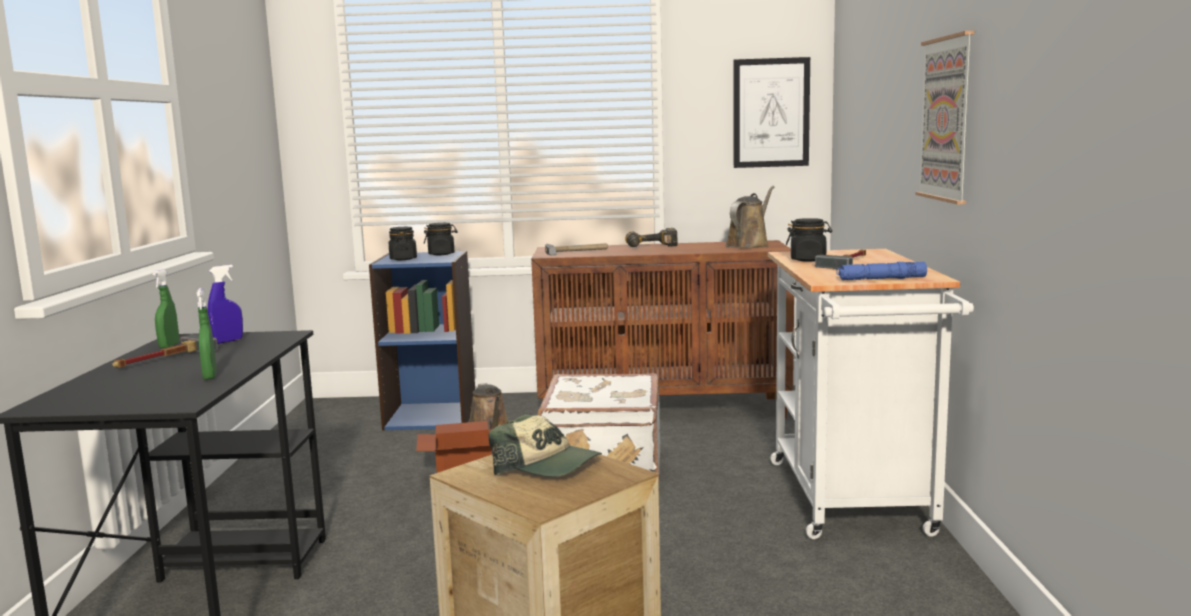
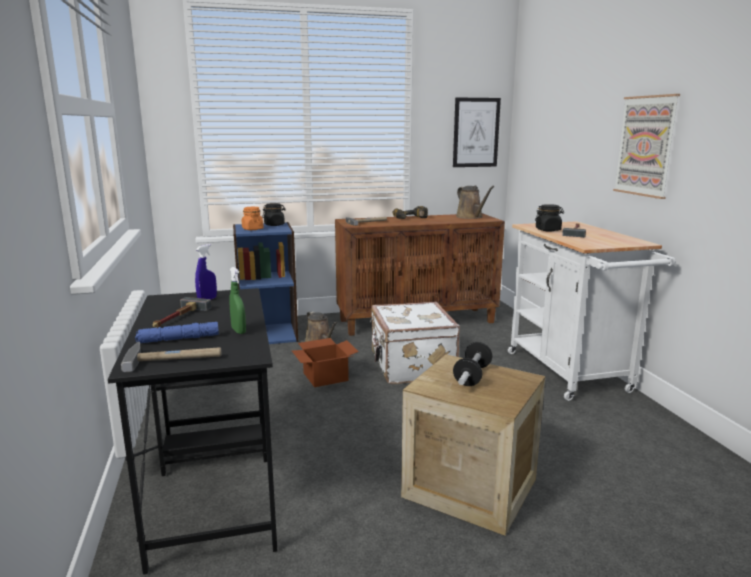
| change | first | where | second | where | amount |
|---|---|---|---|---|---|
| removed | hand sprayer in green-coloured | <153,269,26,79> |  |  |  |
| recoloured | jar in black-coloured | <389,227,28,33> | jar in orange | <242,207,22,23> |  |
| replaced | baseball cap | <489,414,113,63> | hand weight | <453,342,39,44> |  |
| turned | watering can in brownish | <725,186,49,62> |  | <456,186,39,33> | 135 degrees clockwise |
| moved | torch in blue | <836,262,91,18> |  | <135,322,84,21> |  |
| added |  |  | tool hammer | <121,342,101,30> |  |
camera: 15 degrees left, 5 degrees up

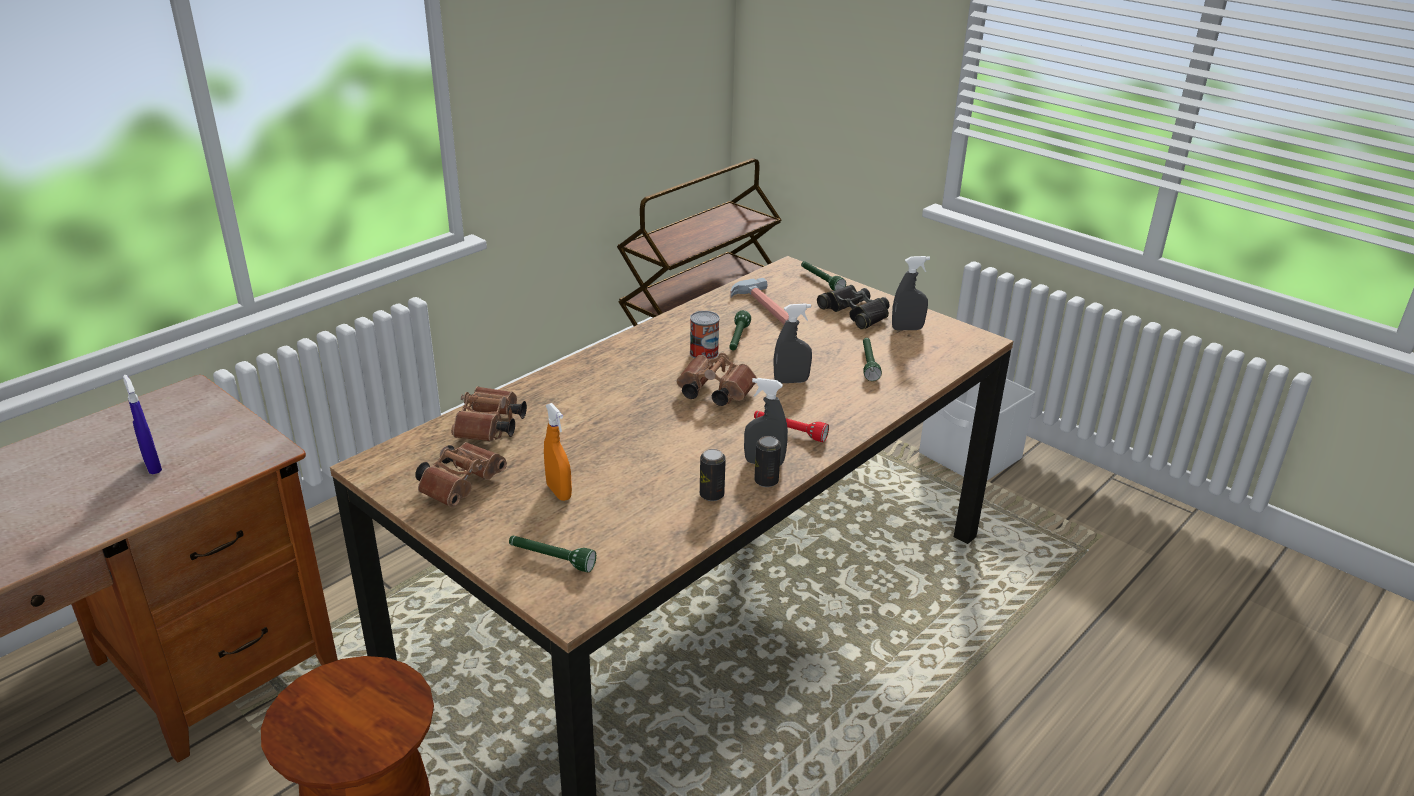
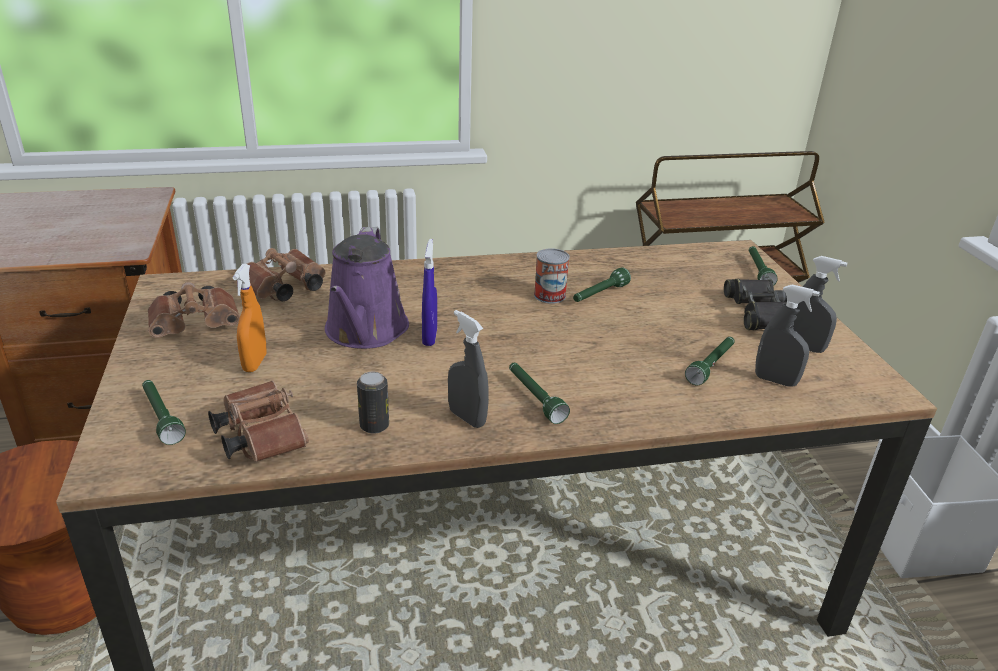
| change | first | where | second | where | amount |
|---|---|---|---|---|---|
| moved | hand sprayer in blue | <123,375,39,99> |  | <422,239,15,107> |  |
| moved | pair of binoculars in brownish | <677,353,80,53> |  | <208,380,101,82> |  |
| removed | tool hammer | <730,278,59,46> |  |  |  |
| recoloured | torch in red | <754,411,75,31> | torch in green-coloured | <509,363,61,61> |  |
| removed | can | <754,436,27,51> |  |  |  |
| moved | hand sprayer in gray | <774,303,38,80> |  | <755,285,65,102> |  |
| added |  |  | watering can in purple | <325,227,84,122> |  |
camera: 35 degrees right, 0 degrees up

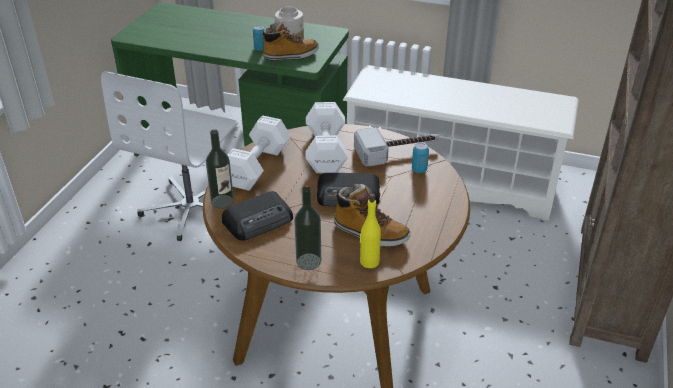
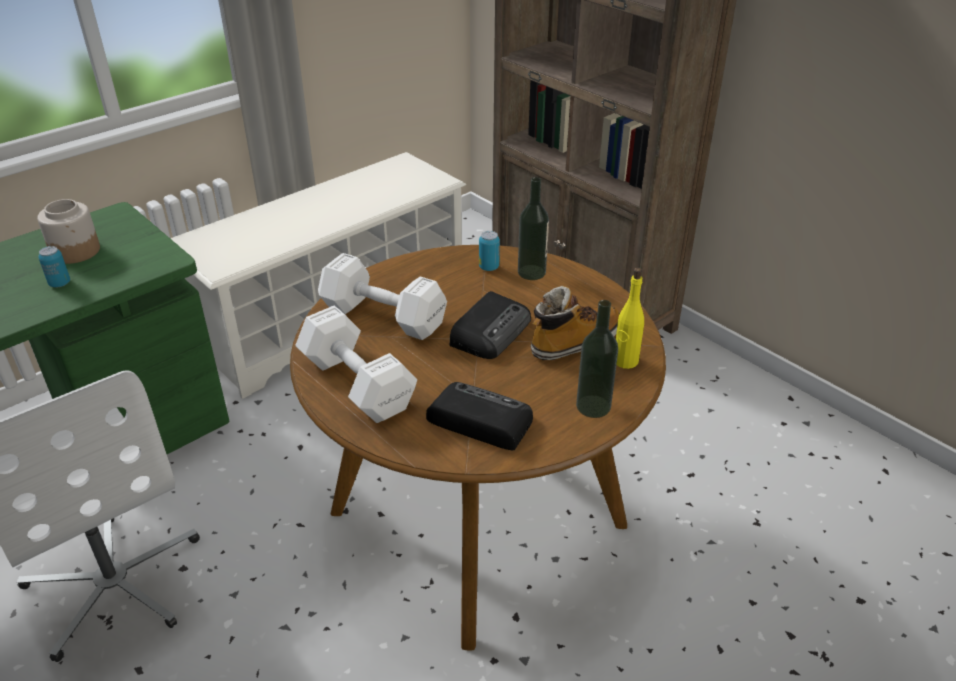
| change | first | where | second | where | amount |
|---|---|---|---|---|---|
| moved | bottle | <206,130,28,79> |  | <518,177,31,103> |  |
| turned | radio | <222,191,71,50> |  | <426,382,107,68> | 60 degrees counterclockwise |
| removed | tall boot | <261,21,58,40> |  |  |  |
| removed | tool hammer | <354,127,85,39> |  |  |  |
camera: 60 degrees left, 0 degrees up

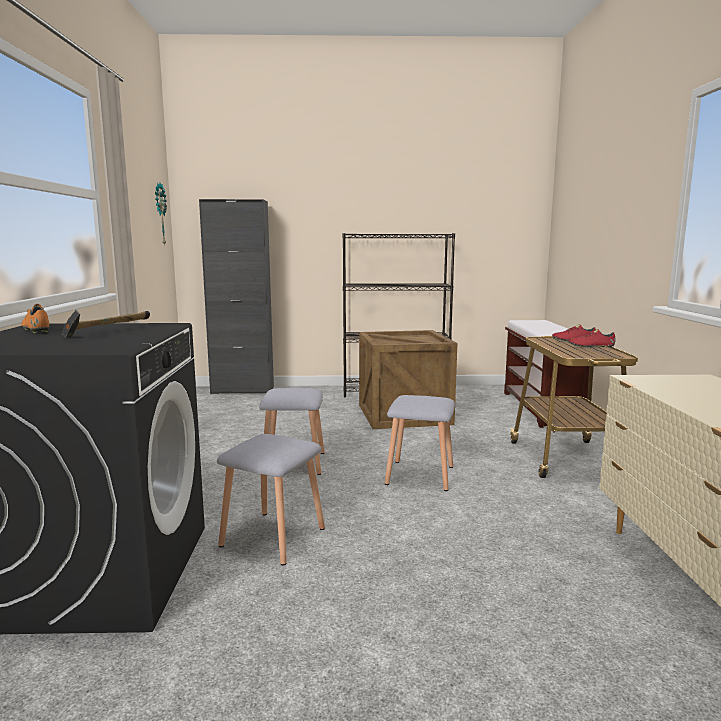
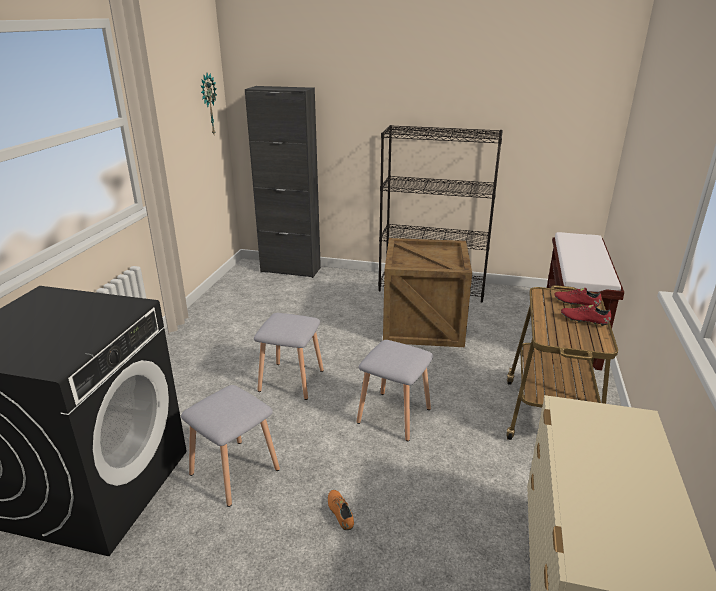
| change | first | where | second | where | amount |
|---|---|---|---|---|---|
| moved | item of footwear in orange | <21,304,28,29> |  | <328,490,26,40> |  |
| removed | tool hammer | <62,310,88,28> |  |  |  |
camera: 15 degrees right, 15 degrees up

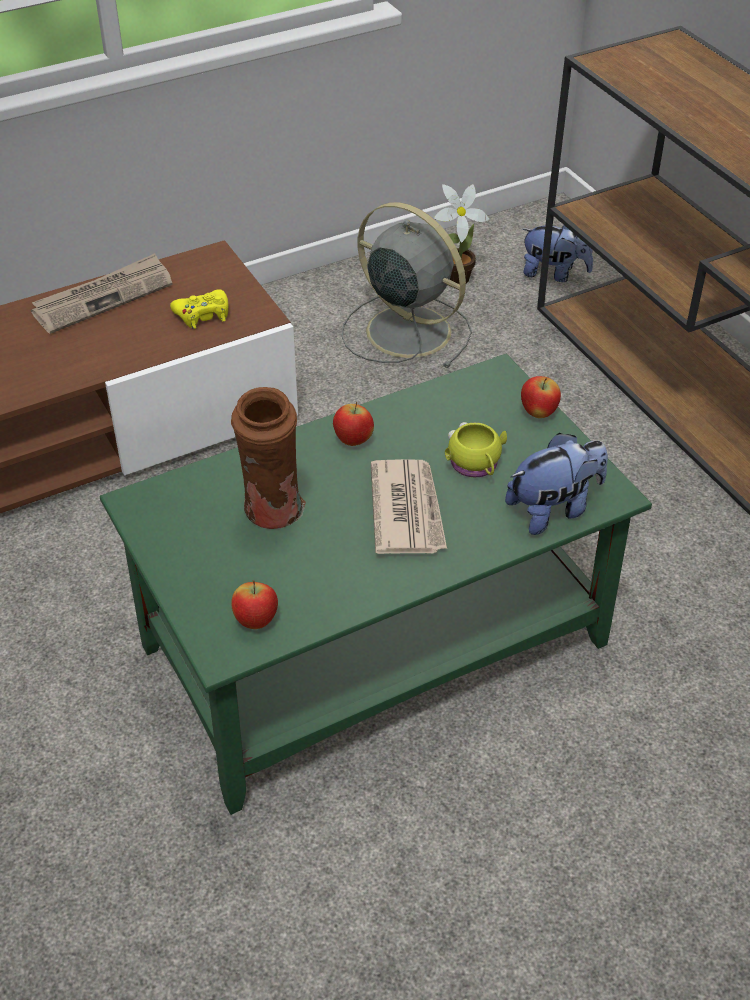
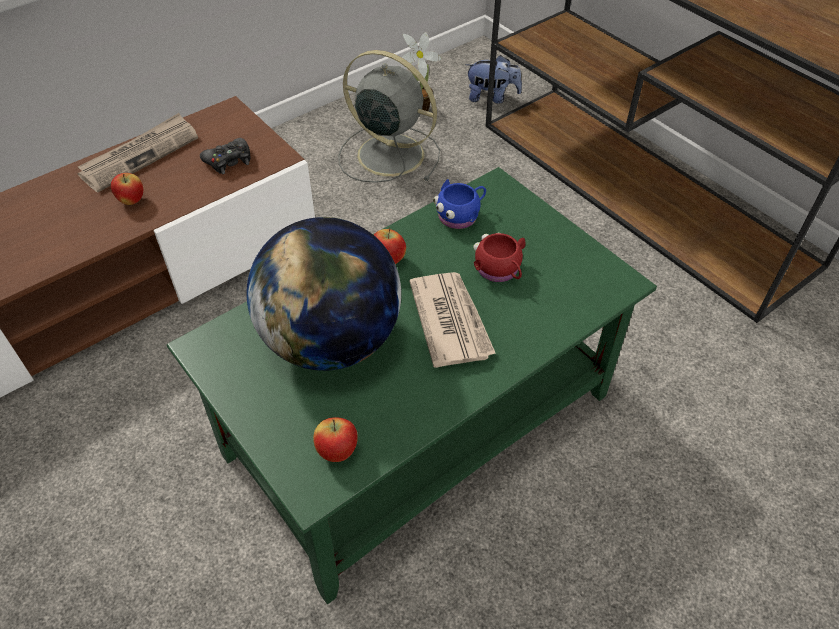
| change | first | where | second | where | amount |
|---|---|---|---|---|---|
| recoloured | gamepad in yellow-coloured | <170,289,58,40> | gamepad in black-coloured | <200,138,50,36> |  |
| replaced | flower vase in brownish | <231,387,75,142> | world globe | <247,217,154,154> |  |
| recoloured | tea mug in yellow-coloured | <445,422,62,55> | tea mug in red | <473,233,53,49> |  |
| removed | soft toy | <505,433,103,102> |  |  |  |
| moved | apple | <521,376,40,42> |  | <111,173,32,32> |  |
| added |  |  | tea mug in blue | <433,179,53,50> |  |
camera: 10 degrees left, 5 degrees up

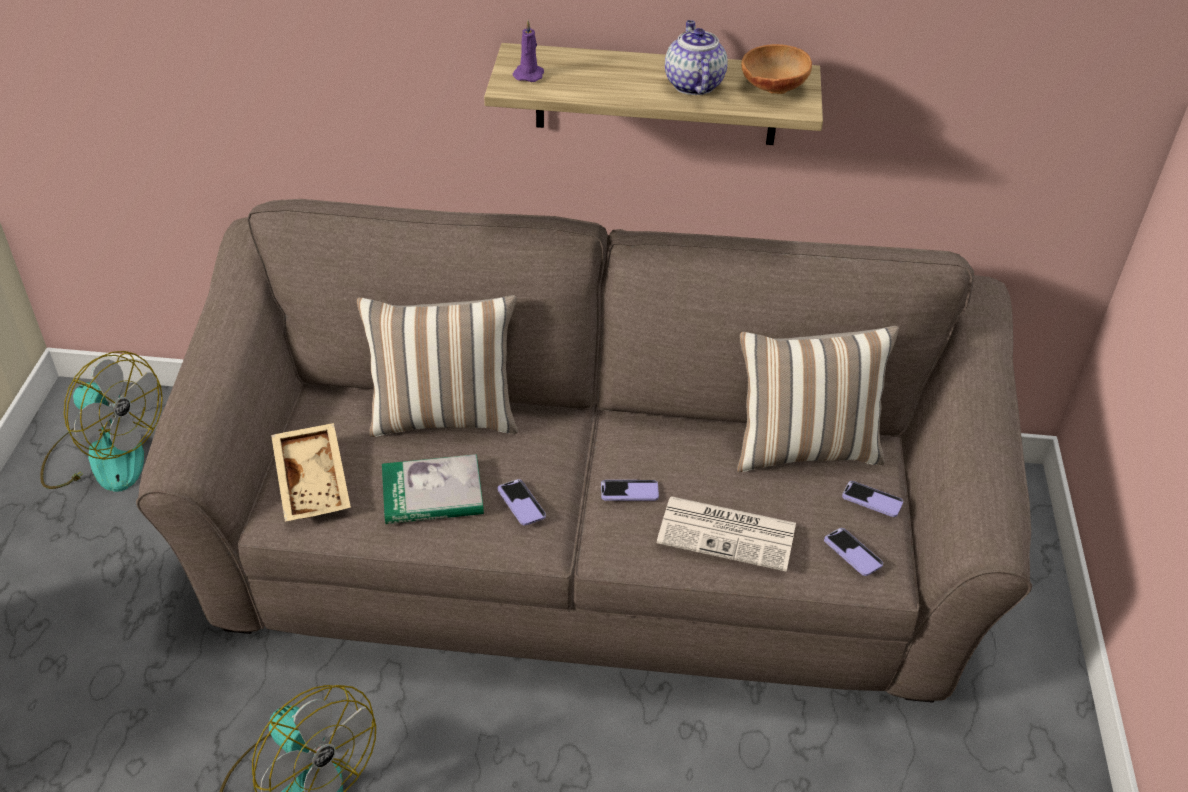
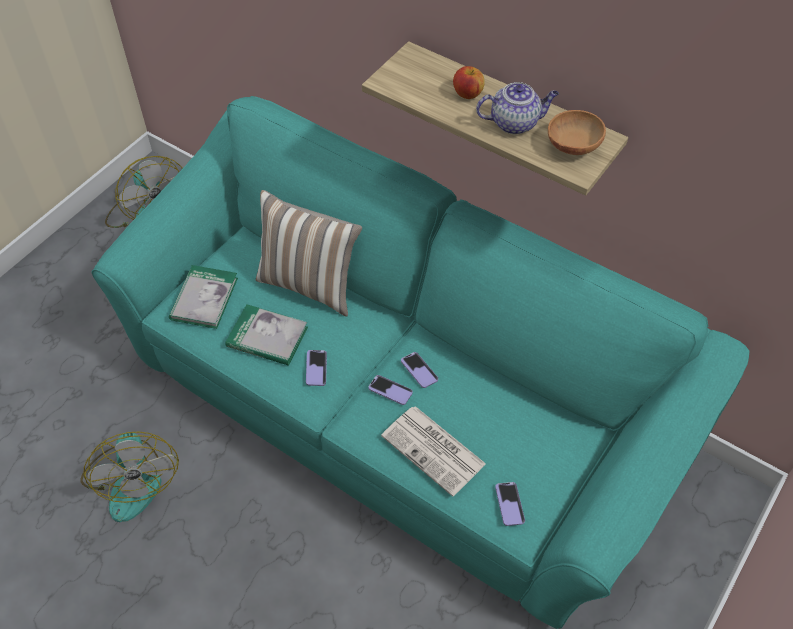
| change | first | where | second | where | amount |
|---|---|---|---|---|---|
| recoloured | settee in brownish | <136,199,896,504> | settee in blue-green | <92,96,657,533> |  |
| replaced | carrying tray in sand-coloured | <271,423,80,99> | book | <169,265,69,64> |  |
| removed | wax candle in purple | <513,20,31,62> |  |  |  |
| turned | pot for tea | <665,20,63,75> |  | <476,82,83,52> | 60 degrees clockwise |
| removed | throw pillow | <737,326,162,146> |  |  |  |
| moved | phone | <842,481,61,36> |  | <401,352,37,36> |  |
| added |  |  | apple | <453,66,32,33> |  |
camera: 30 degrees right, 10 degrees up

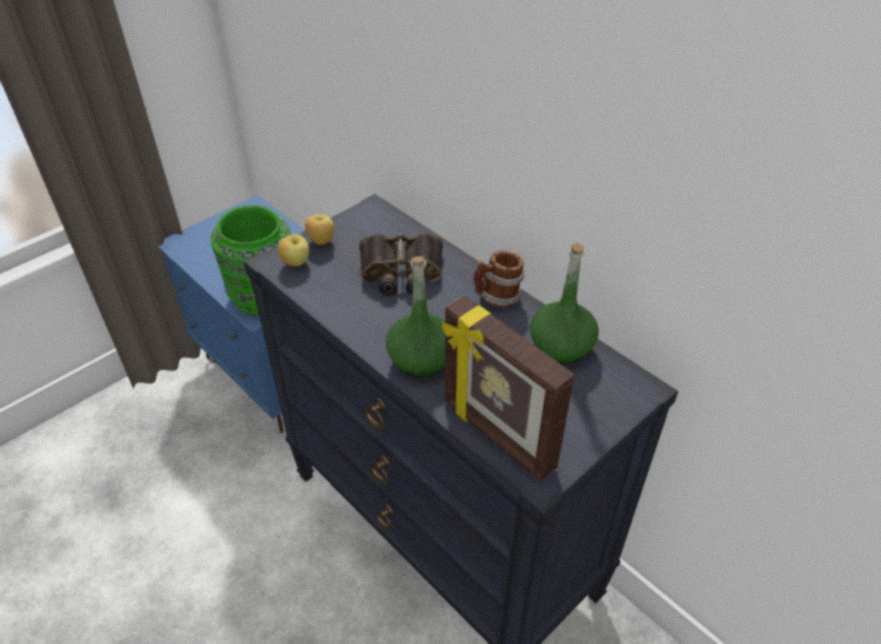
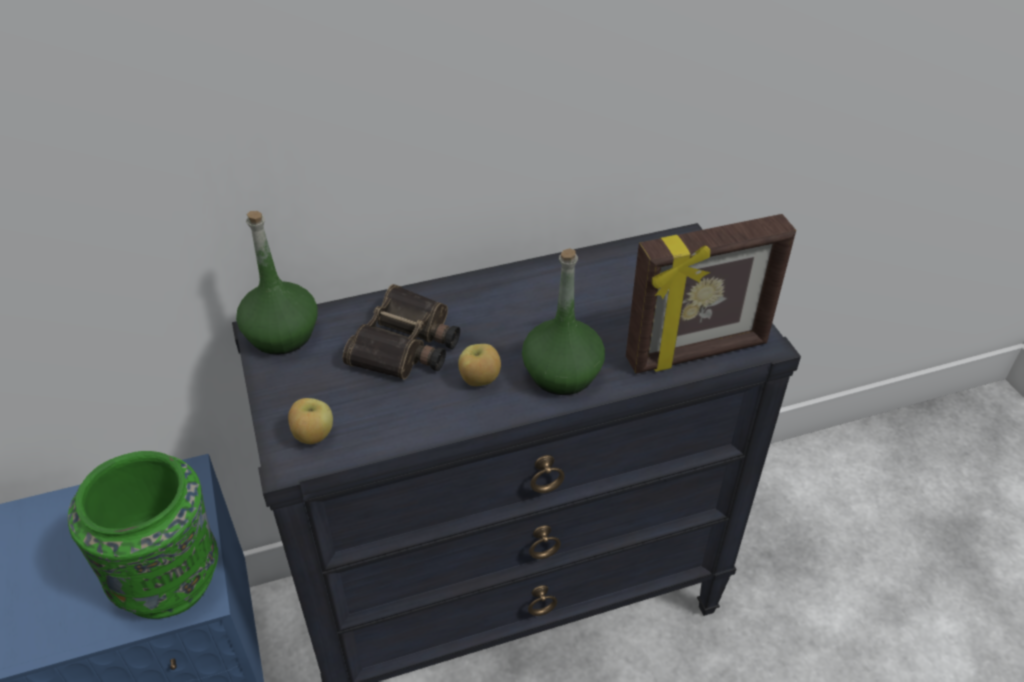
| change | first | where | second | where | amount |
|---|---|---|---|---|---|
| moved | apple | <305,215,29,30> |  | <458,344,43,42> |  |
| removed | tea mug | <473,251,51,57> |  |  |  |
| moved | bottle in green-coloured | <530,243,69,121> |  | <236,211,81,144> |  |
camera: 65 degrees left, 0 degrees up

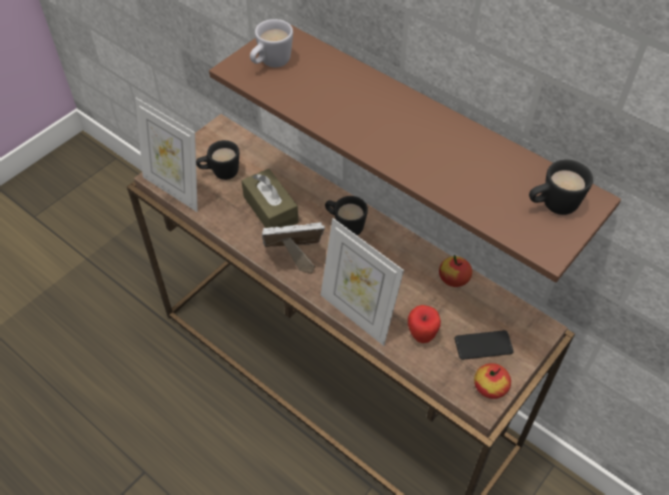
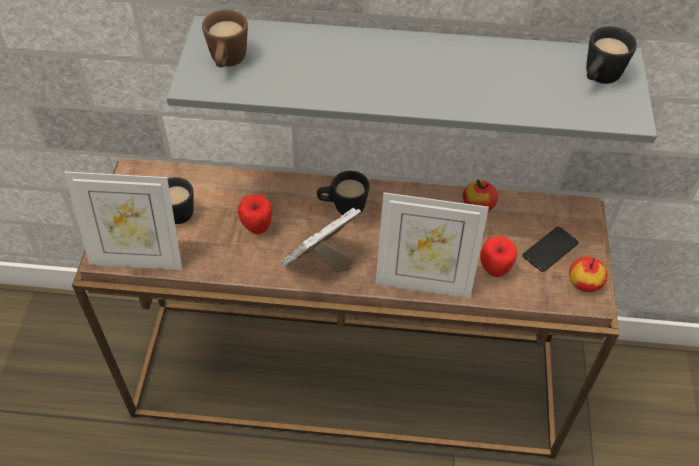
| change | first | where | second | where | amount |
|---|---|---|---|---|---|
| recoloured | shelf in brownish | <209,25,412,258> | shelf in gray | <167,16,490,127> |  |
| replaced | box of tissues in brownish | <241,168,58,60> | apple | <238,195,34,40> |  |
| recoloured | tea mug in white-coloured | <250,19,43,48> | tea mug in brownish | <202,10,46,57> |  |
camera: 35 degrees left, 0 degrees up

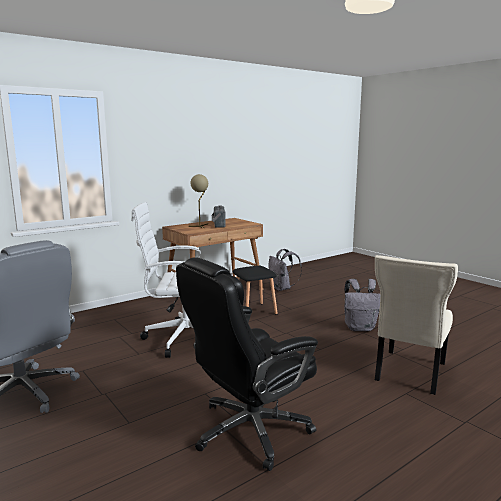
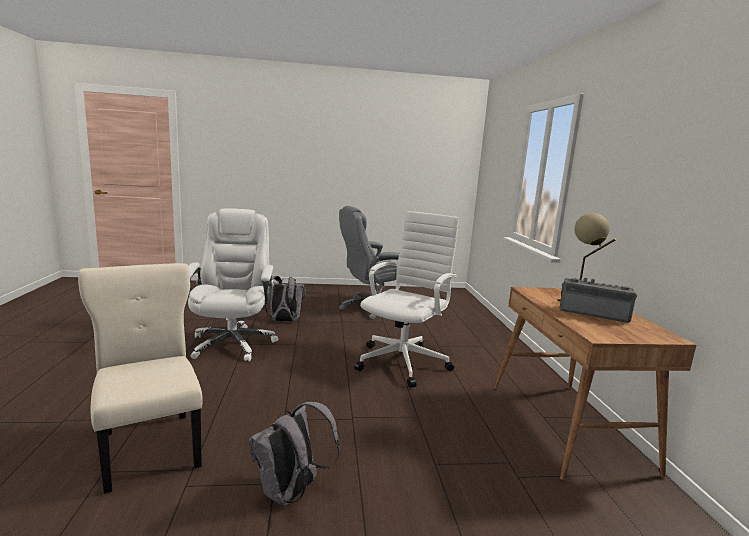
| change | first | where | second | where | amount |
|---|---|---|---|---|---|
| recoloured | computer chair in black-coloured | <176,257,142,214> | computer chair in white-coloured | <188,208,90,153> |  |
| removed | sitting stool in black-coloured | <233,266,45,49> |  |  |  |
| moved | rucksack in gray | <268,249,34,42> |  | <265,276,40,46> |  |
camera: 120 degrees right, 0 degrees up

